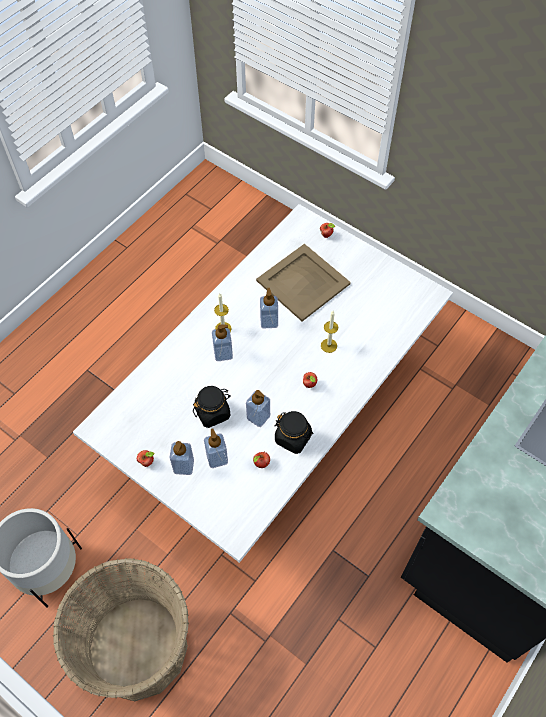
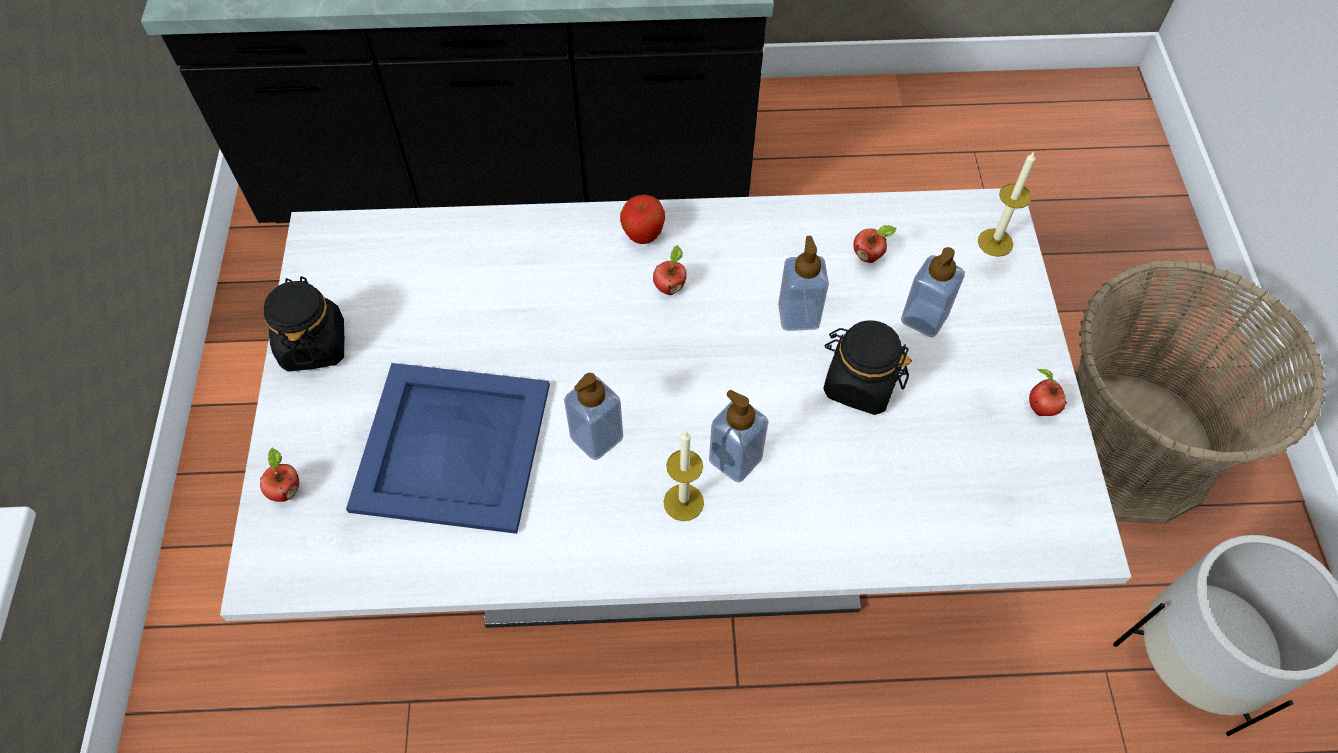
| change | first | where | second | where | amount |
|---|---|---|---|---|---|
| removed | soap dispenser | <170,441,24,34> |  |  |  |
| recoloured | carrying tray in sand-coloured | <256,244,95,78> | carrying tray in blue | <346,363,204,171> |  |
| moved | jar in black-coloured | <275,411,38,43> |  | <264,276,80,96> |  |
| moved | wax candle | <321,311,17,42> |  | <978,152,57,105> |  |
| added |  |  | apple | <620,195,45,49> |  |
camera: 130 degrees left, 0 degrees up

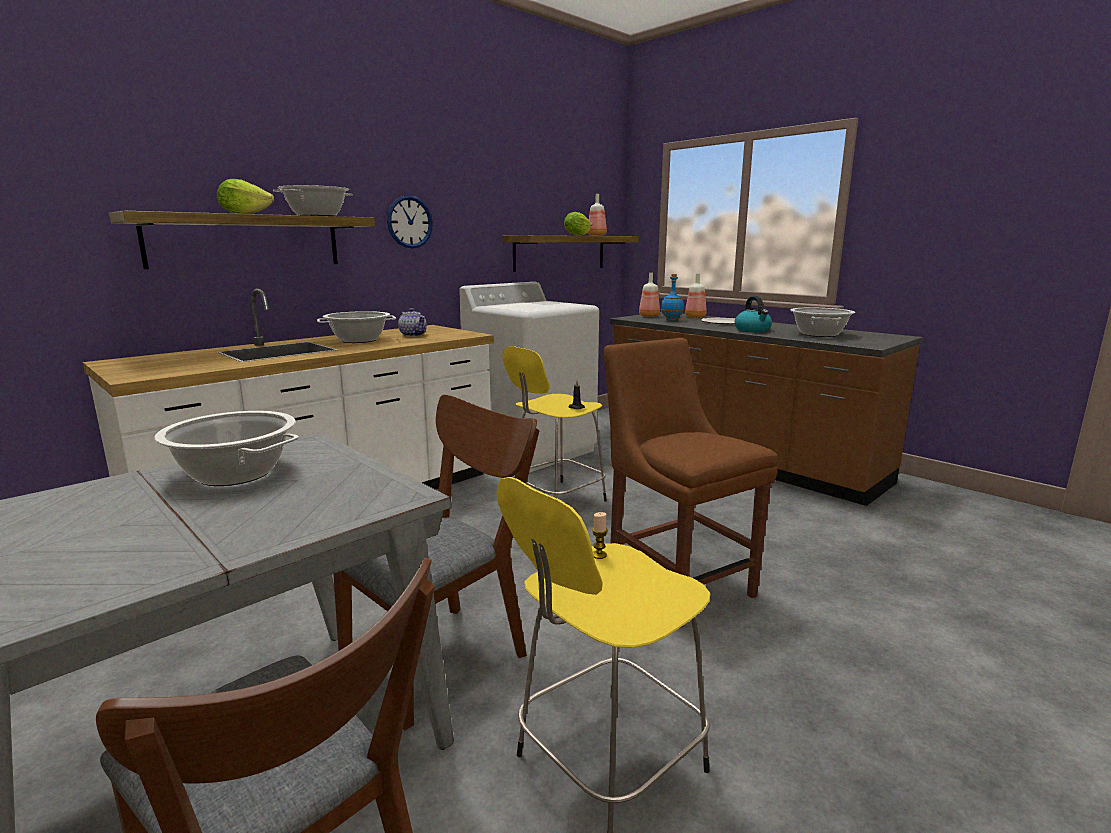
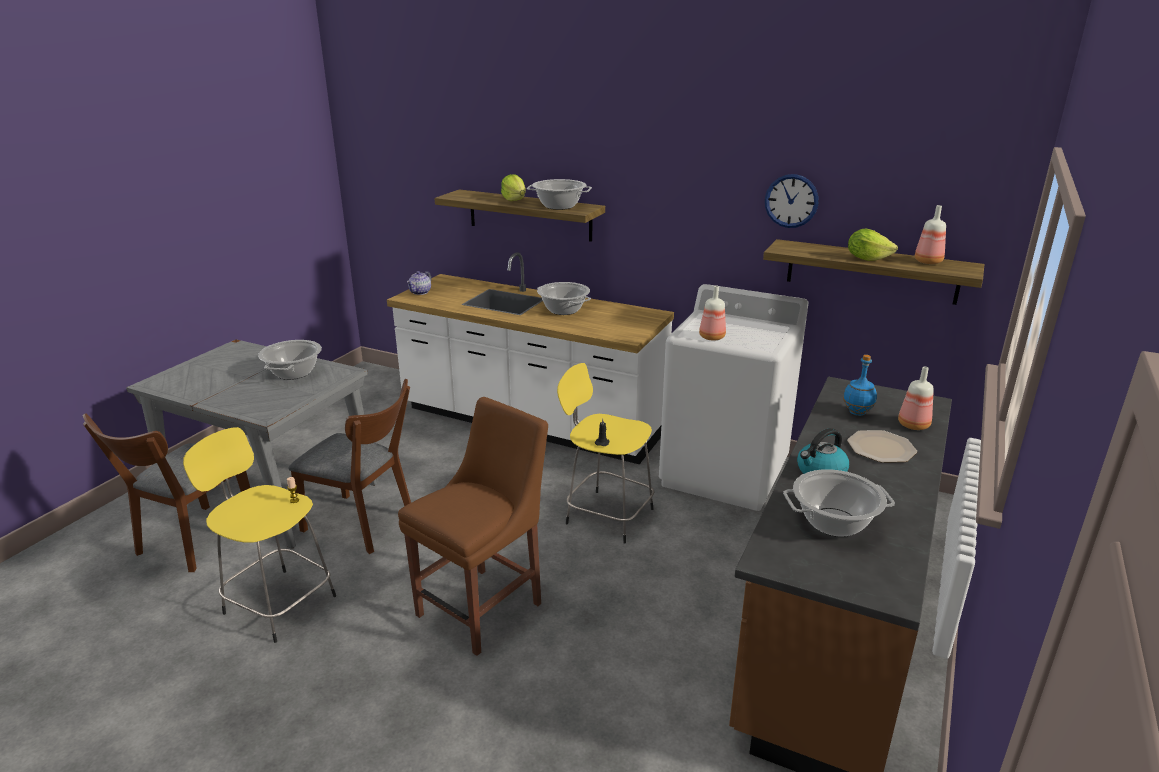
| change | first | where | second | where | amount |
|---|---|---|---|---|---|
| moved | clock on the wall | <387,195,46,54> |  | <765,174,54,54> |  |
| moved | pot for tea | <398,308,29,29> |  | <407,271,24,24> |  |
| moved | bottle | <639,273,21,44> |  | <699,286,27,55> |  |
camera: 70 degrees right, 10 degrees up

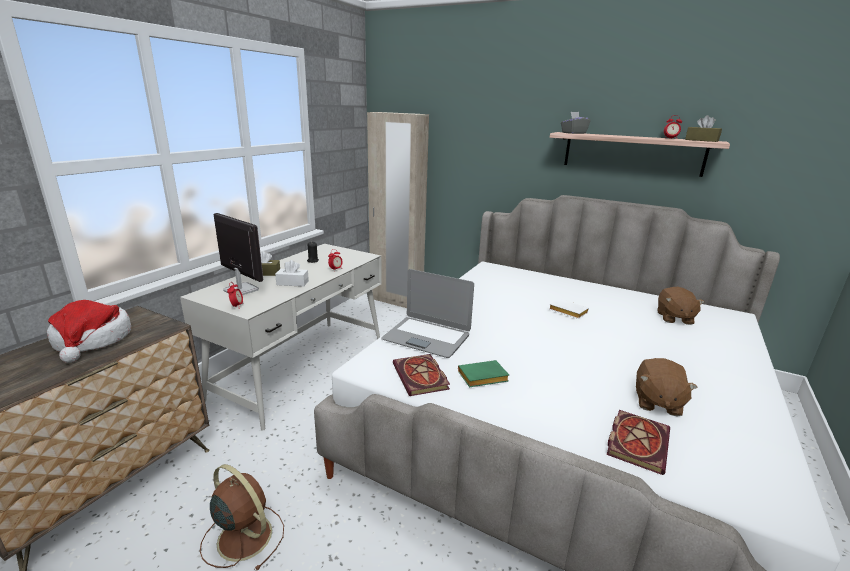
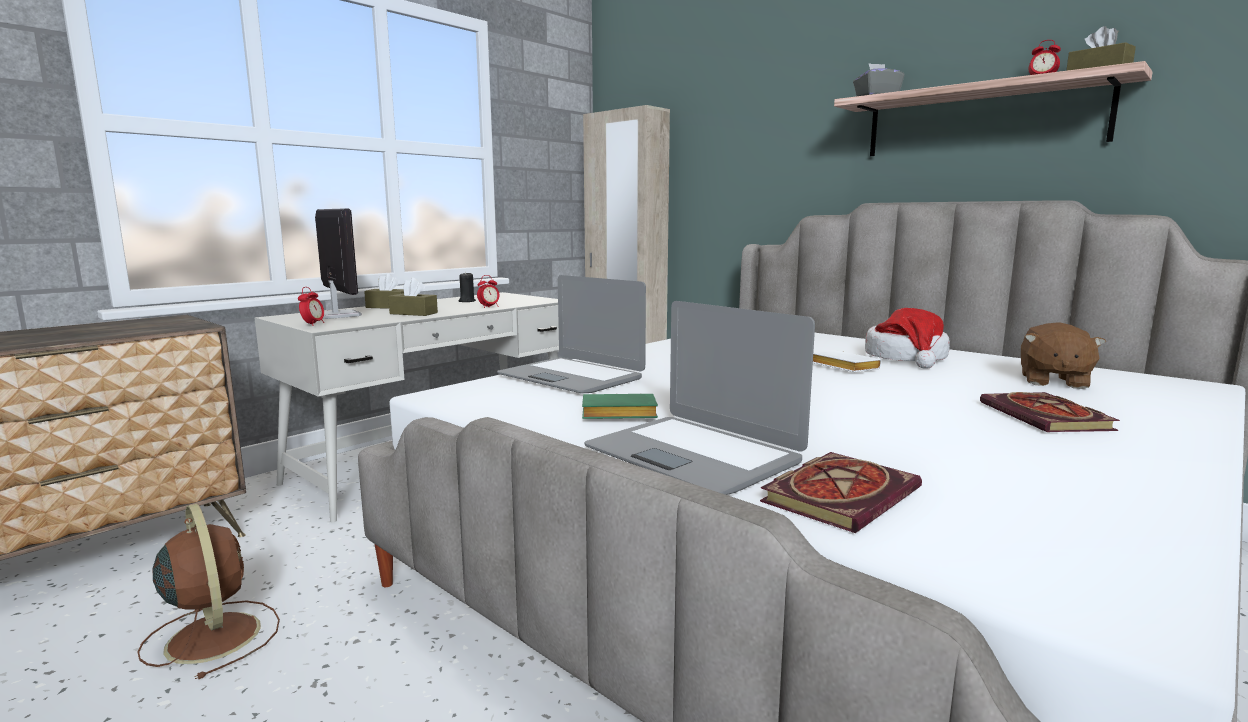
| change | first | where | second | where | amount |
|---|---|---|---|---|---|
| moved | hat | <47,300,84,63> |  | <865,308,85,61> |  |
| recoloured | box of tissues in white-coloured | <275,260,34,27> | box of tissues in brownish | <388,278,50,38> |  |
| moved | book | <393,354,57,42> |  | <980,392,140,40> |  |
| removed | soft toy in brownish | <636,358,62,58> |  |  |  |
| added |  |  | portable computer | <585,301,230,194> |  |
camera: 15 degrees right, 10 degrees down

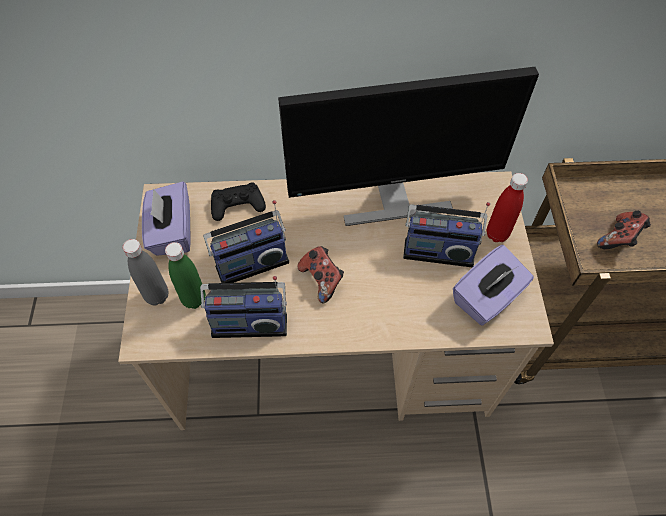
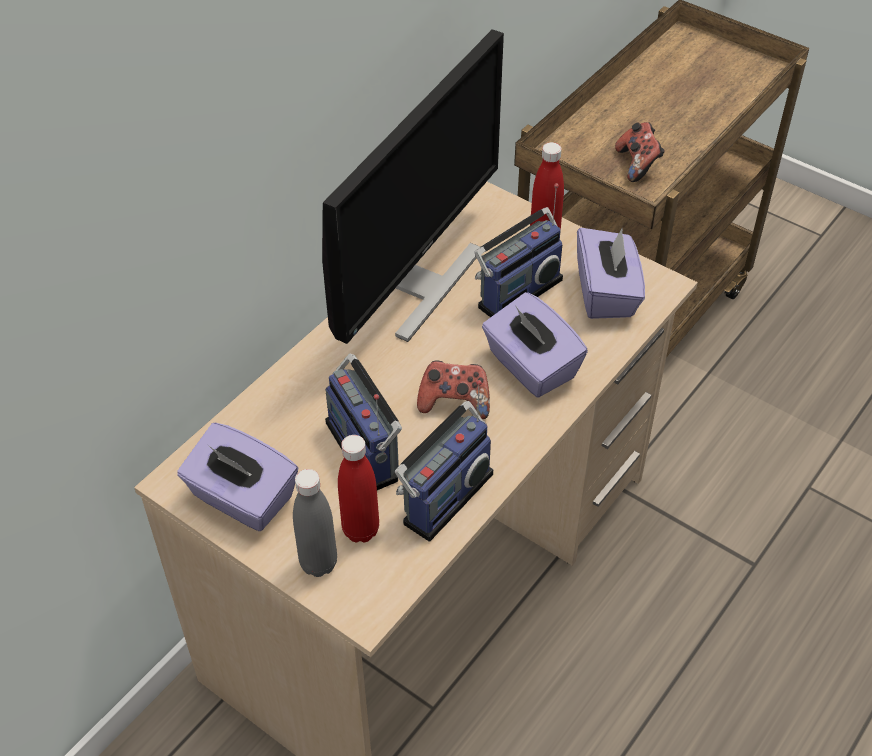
| change | first | where | second | where | amount |
|---|---|---|---|---|---|
| recoloured | bottle in green-coloured | <165,242,41,67> | bottle in red | <338,435,41,107> |  |
| turned | radio | <203,200,86,83> |  | <325,353,77,137> | 135 degrees clockwise |
| removed | gamepad in black-coloured | <211,182,55,39> |  |  |  |
| added |  |  | box of tissues in purple | <482,292,106,106> |  |
camera: 50 degrees left, 10 degrees down

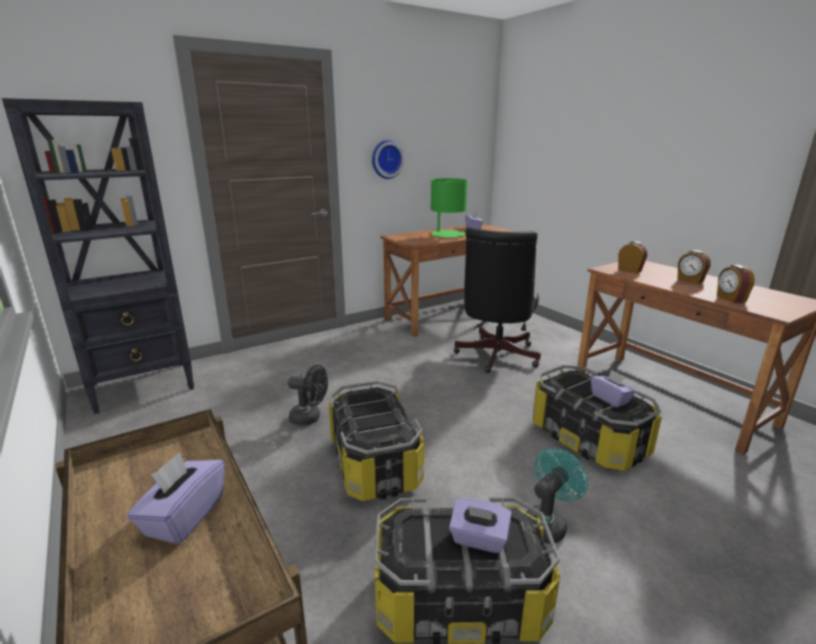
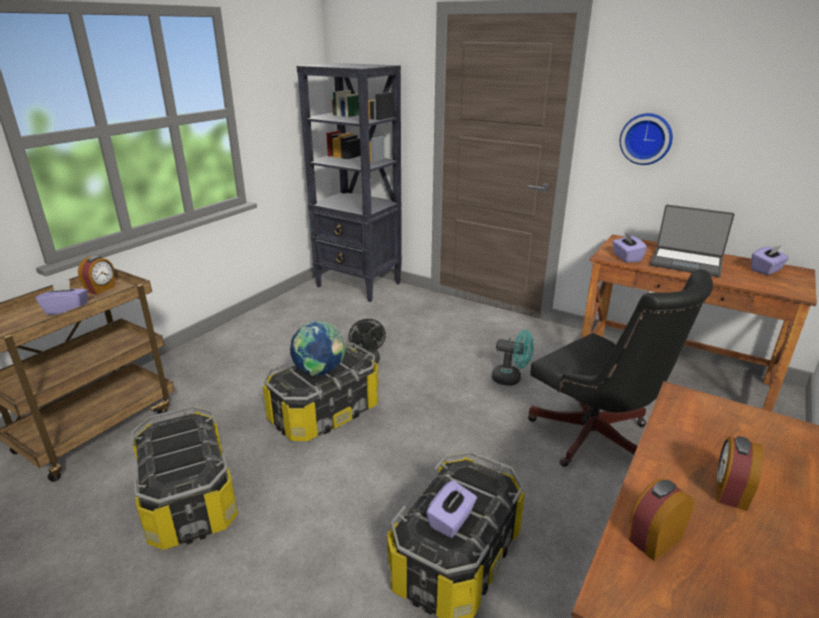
| change | first | where | second | where | amount |
|---|---|---|---|---|---|
| replaced | lamp for a table in green-coloured | <431,178,37,61> | portable computer | <650,205,84,72> |  |
| moved | box of tissues in purple | <449,498,62,55> |  | <612,232,35,31> |  |
| turned | computer chair in black-coloured | <454,227,87,146> |  | <528,269,185,198> | 120 degrees counterclockwise |
| moved | electric fan in blue-green | <526,448,62,96> |  | <492,330,41,56> |  |
| moved | alarm clock | <618,241,29,33> |  | <78,256,37,39> |  |
| added |  |  | world globe | <290,321,55,55> |  |
camera: 65 degrees right, 5 degrees up

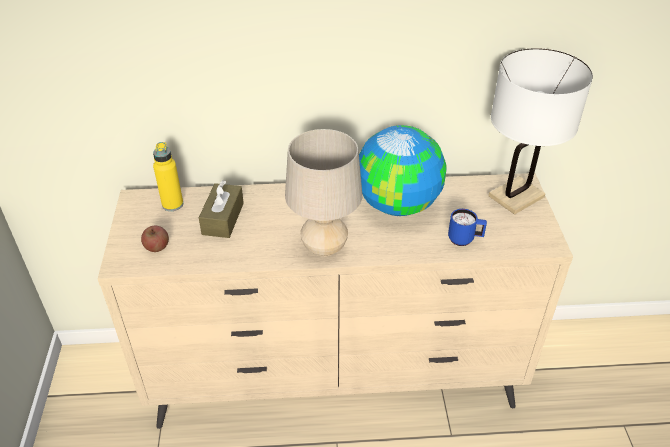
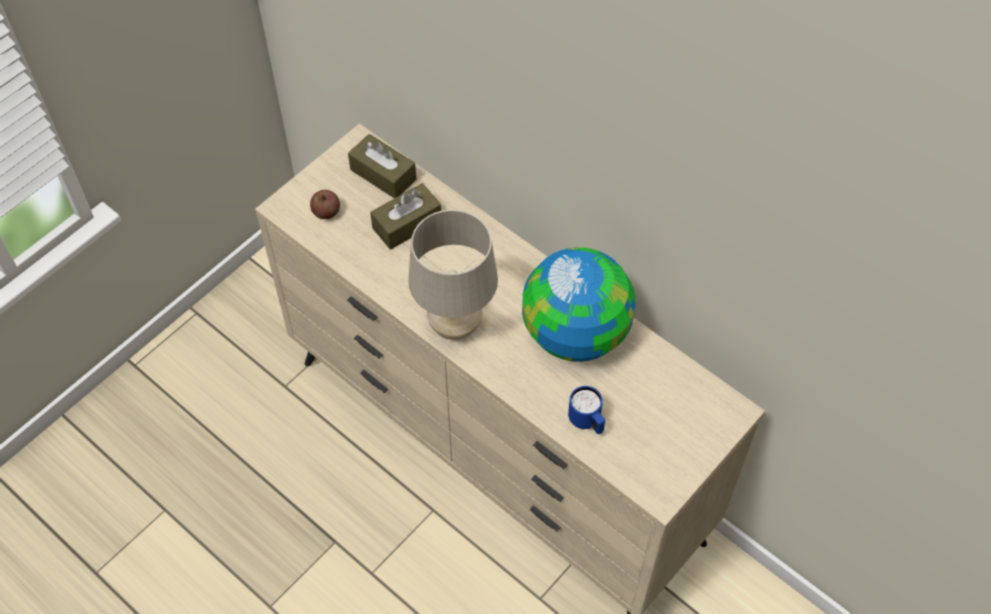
| change | first | where | second | where | amount |
|---|---|---|---|---|---|
| replaced | bottle in yellow-coloured | <153,142,30,69> | box of tissues in brownish | <348,134,69,64> |  |
| removed | lamp for a table in white-coloured | <489,48,104,167> |  |  |  |
camera: 45 degrees right, 15 degrees up

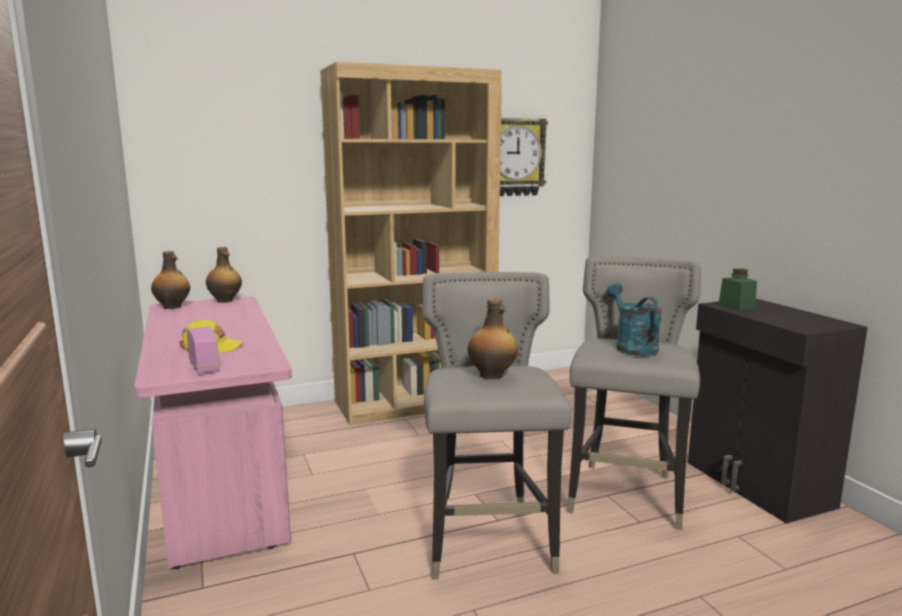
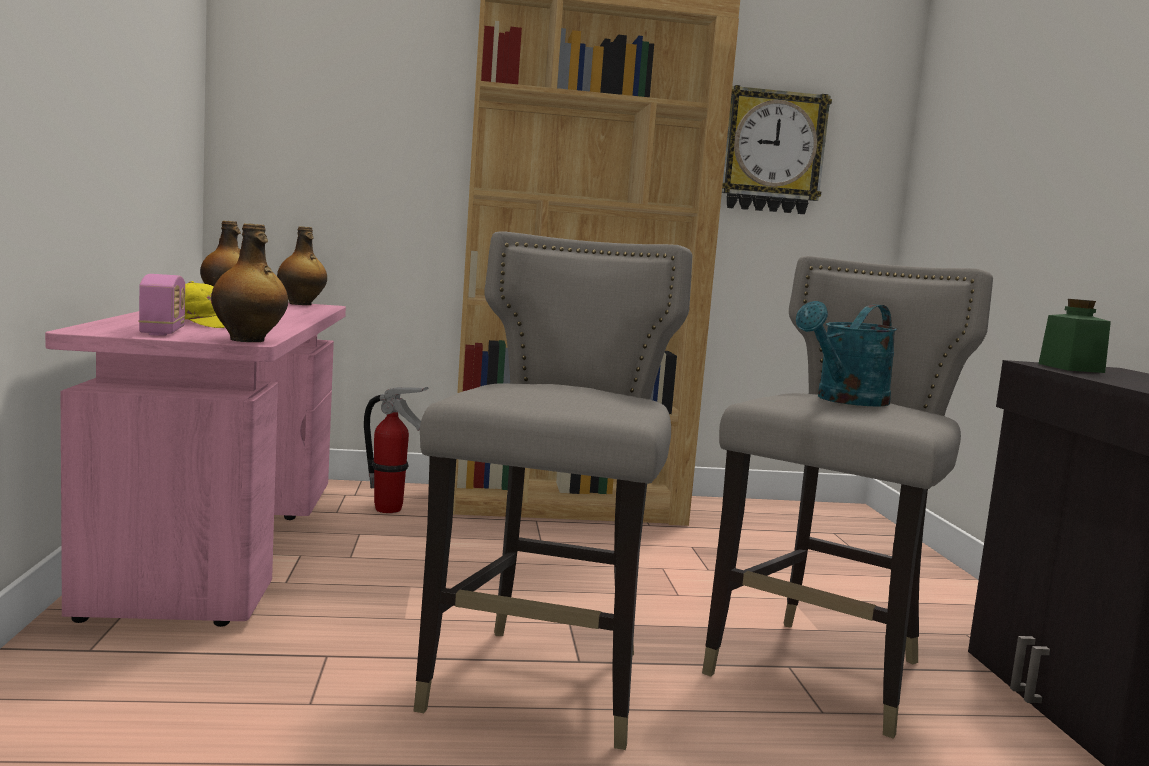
| change | first | where | second | where | amount |
|---|---|---|---|---|---|
| moved | bottle | <468,298,50,81> |  | <211,224,77,118> |  |
| turned | watering can in blue-green | <606,283,55,73> |  | <796,301,101,105> | 135 degrees counterclockwise |
| added |  |  | extinguisher | <364,387,64,126> |  |
camera: 15 degrees right, 5 degrees down

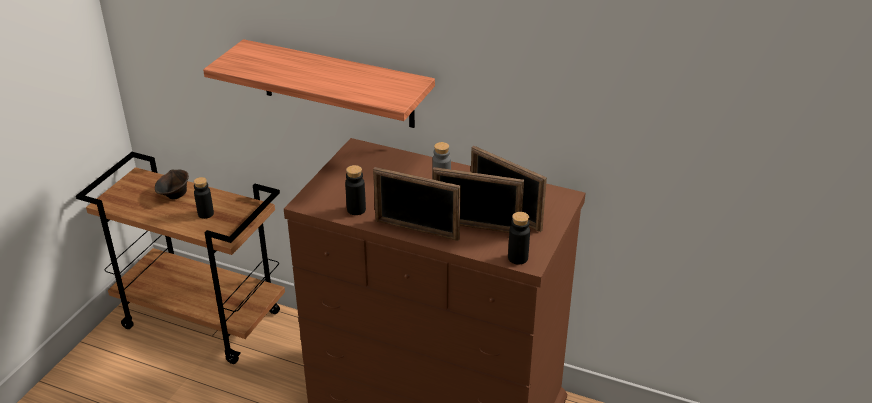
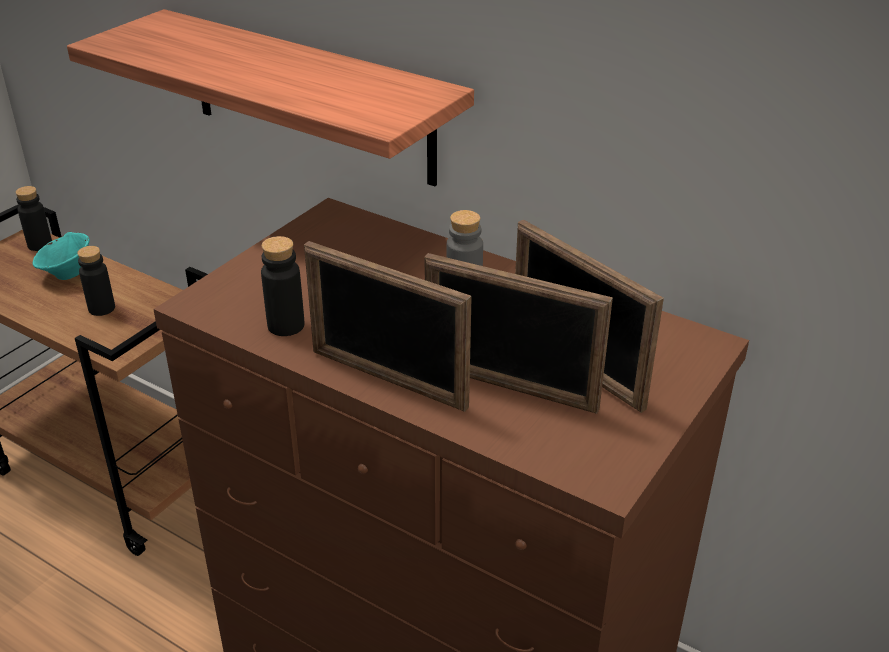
| change | first | where | second | where | amount |
|---|---|---|---|---|---|
| recoloured | deep dish in brownish | <155,169,34,30> | deep dish in blue-green | <33,232,57,48> |  |
| moved | bottle in black-coloured | <508,212,22,53> |  | <15,186,37,65> |  |
camera: 10 degrees right, 0 degrees up

